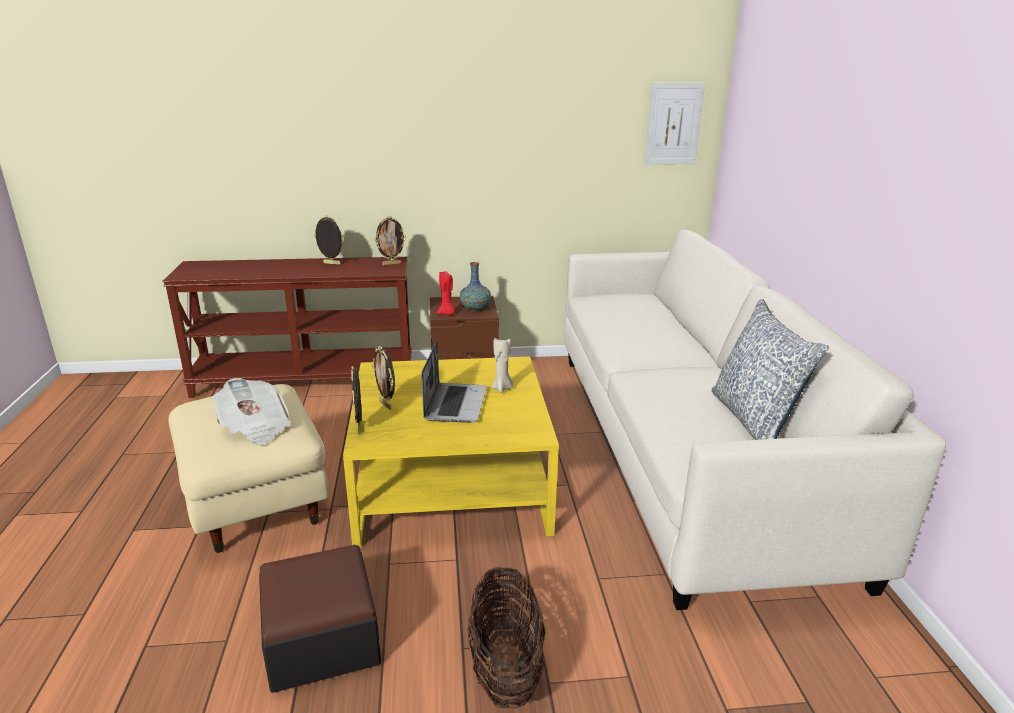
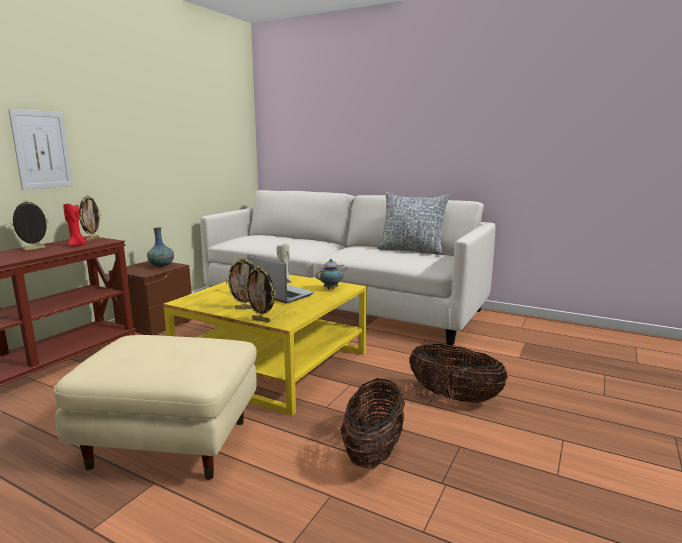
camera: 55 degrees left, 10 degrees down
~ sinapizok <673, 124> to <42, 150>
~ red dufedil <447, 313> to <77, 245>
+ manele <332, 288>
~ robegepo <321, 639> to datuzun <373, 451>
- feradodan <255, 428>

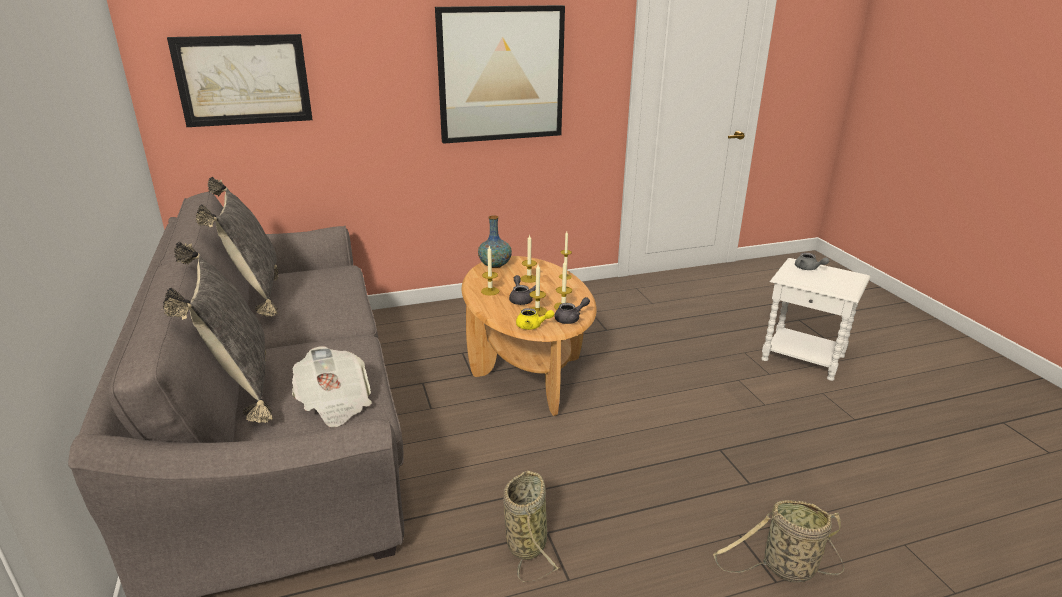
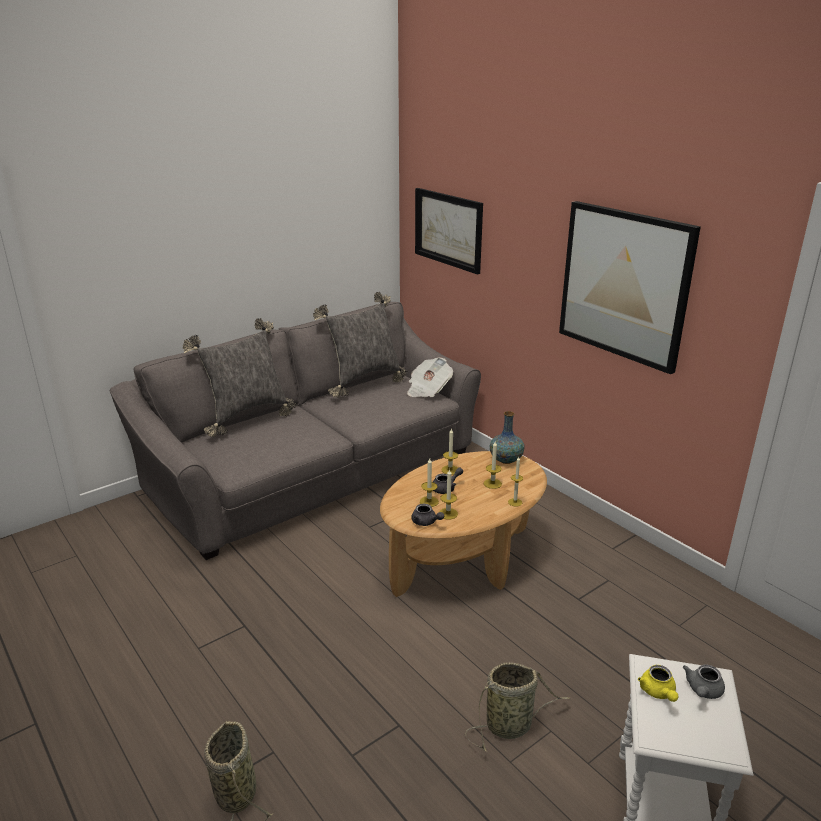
camera: 70 degrees right, 0 degrees up
~ feradodan <334, 403> to <428, 390>
~ datuzun <526, 541> to <511, 725>
~ yellow manele <532, 326> to <658, 692>

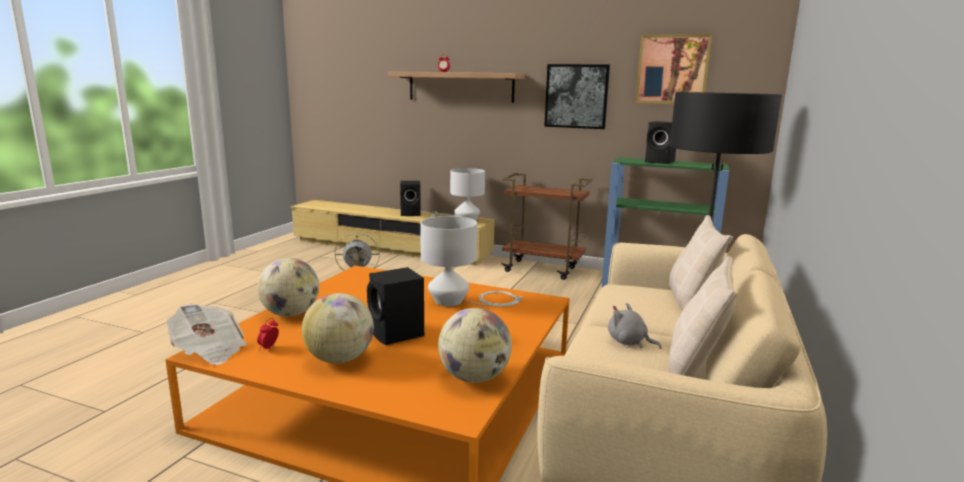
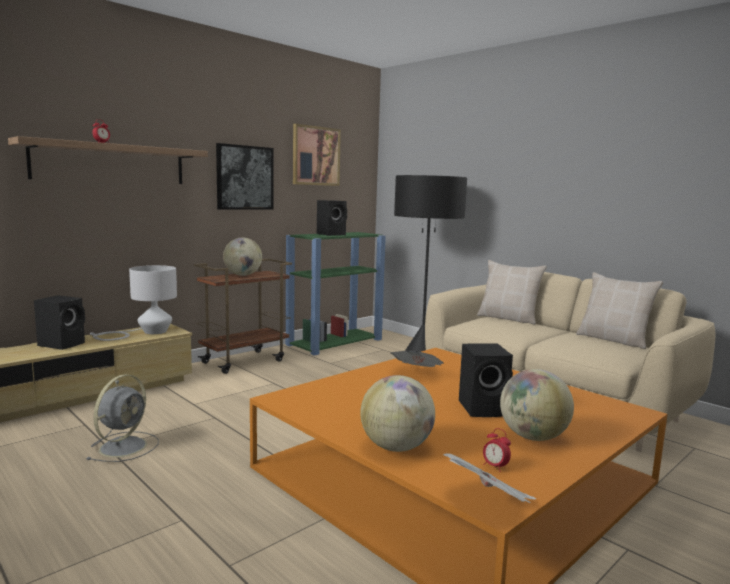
camera: 65 degrees left, 5 degrees down
~ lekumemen <474, 378> to <243, 275>
~ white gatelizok <468, 300> to feradodan <417, 373>
- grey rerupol <629, 342>

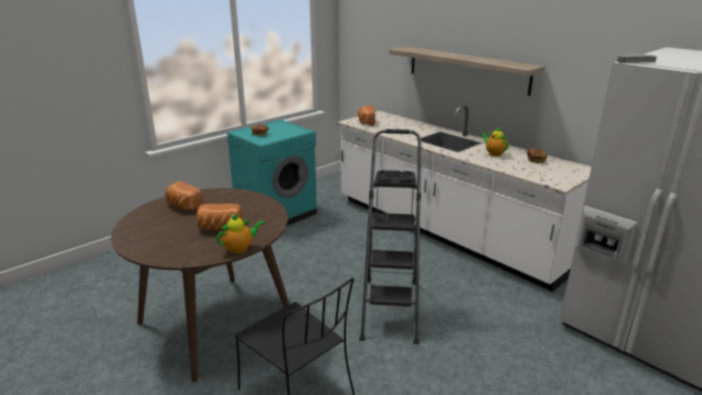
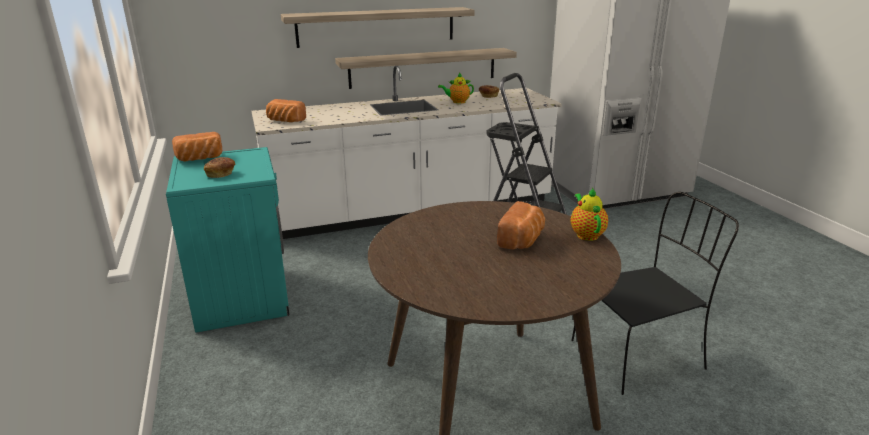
camera: 65 degrees left, 0 degrees up
~ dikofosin <183, 206> to <200, 159>
+ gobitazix <423, 68>

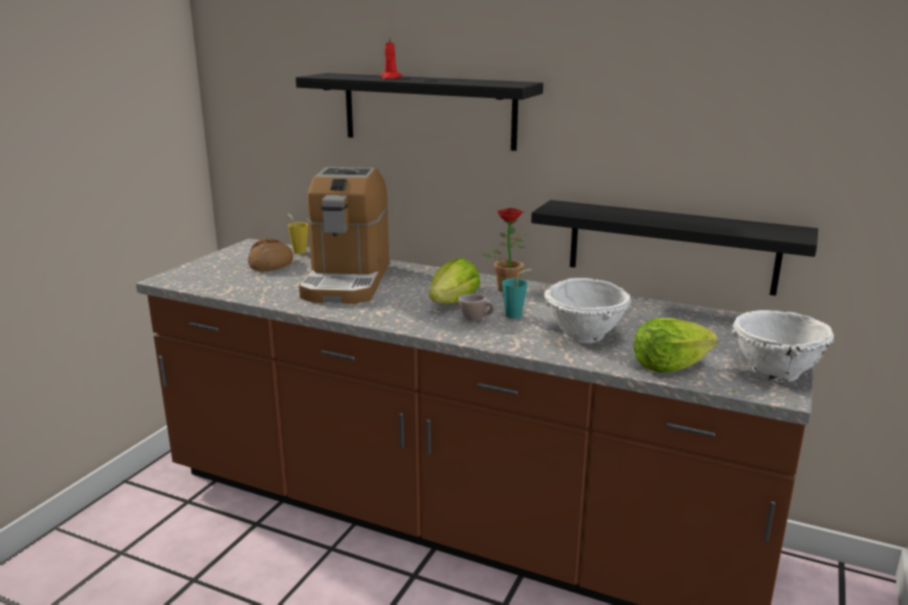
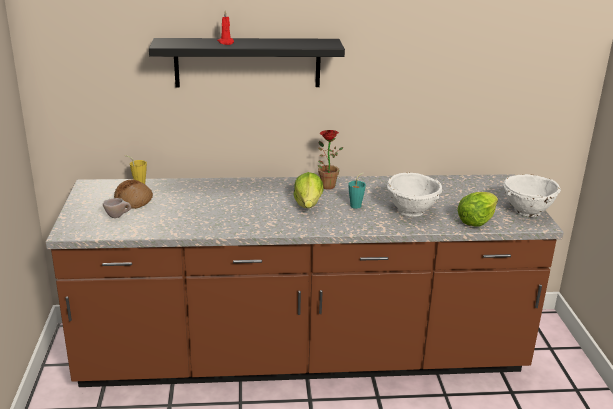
camera: 30 degrees left, 5 degrees up
~ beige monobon <476, 319> to <118, 216>
- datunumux <347, 281>
- black gobitazix <671, 246>

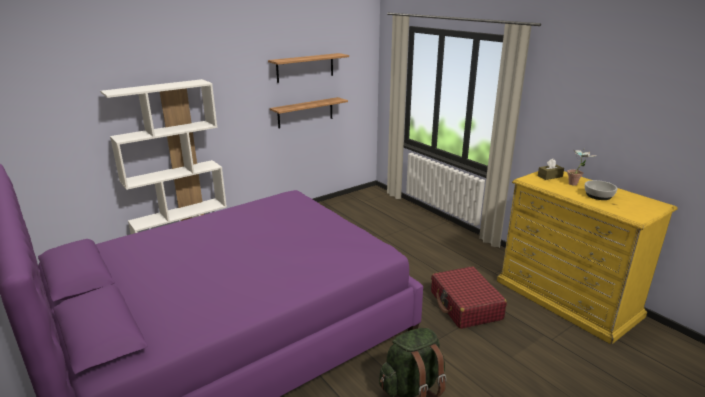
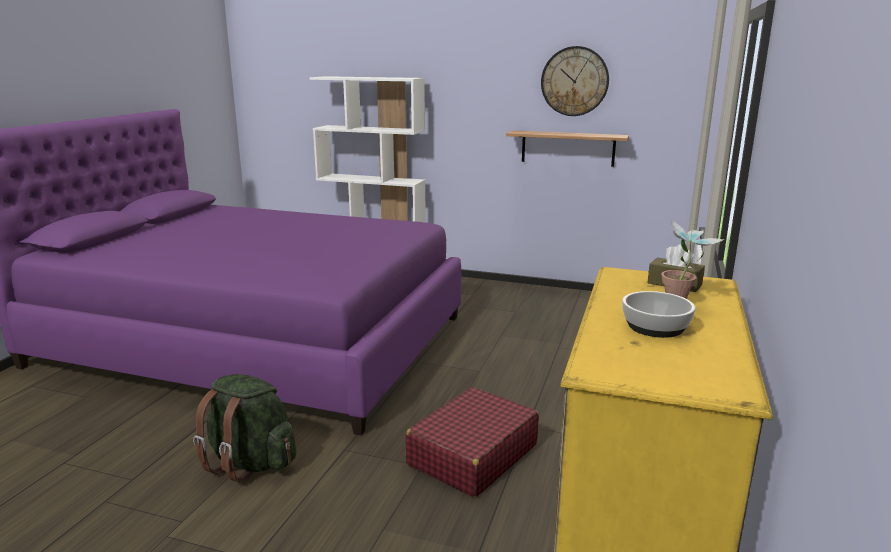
camera: 55 degrees right, 5 degrees down
~ gobitazix <305, 67> to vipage <574, 81>

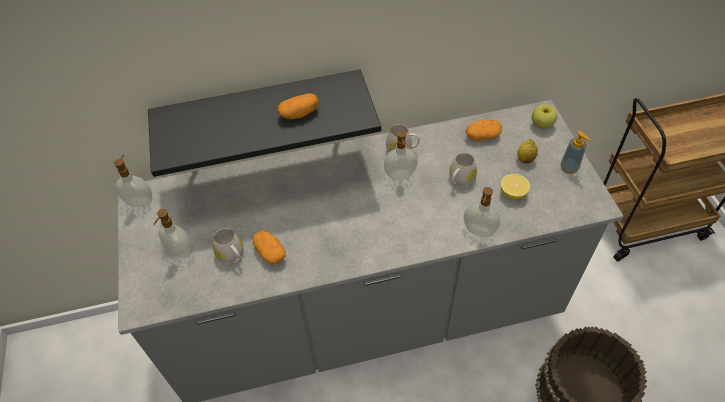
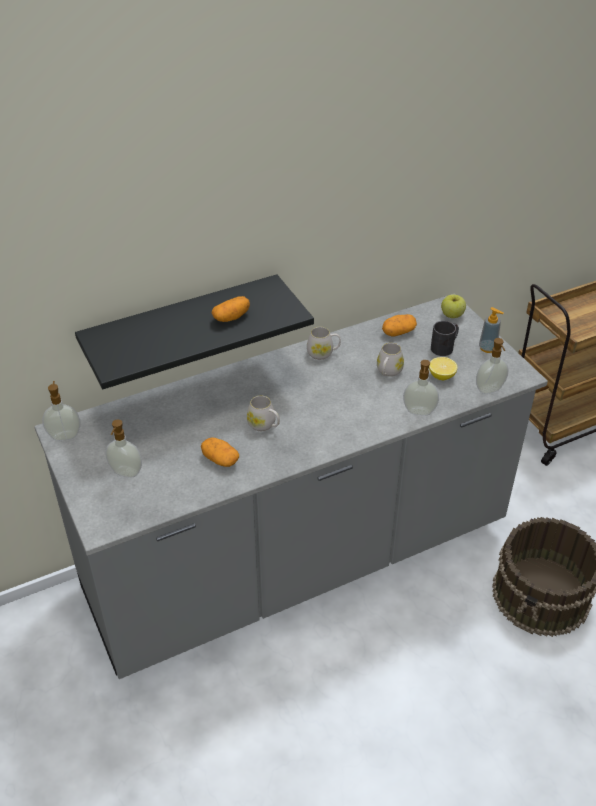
camera: 15 degrees left, 10 degrees down
~ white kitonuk <232, 255> to <264, 425>
~ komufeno <525, 159> to black kitonuk <445, 346>
~ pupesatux <400, 176> to <489, 390>

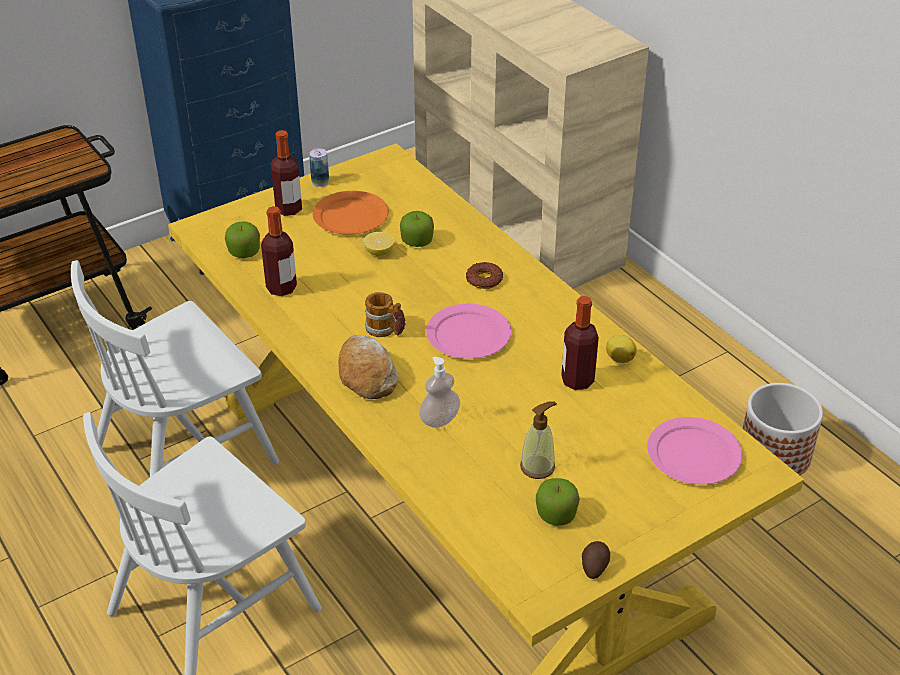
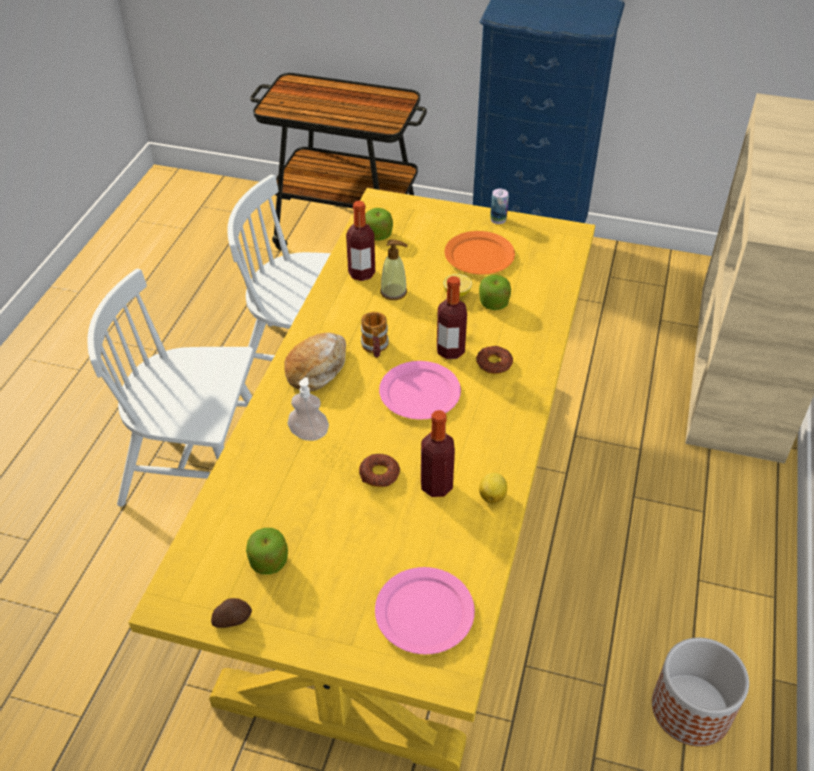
camera: 50 degrees right, 5 degrees up
+ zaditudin <379, 474>
~ pupesatux <537, 467> to <394, 292>
~ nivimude <288, 209> to <450, 351>

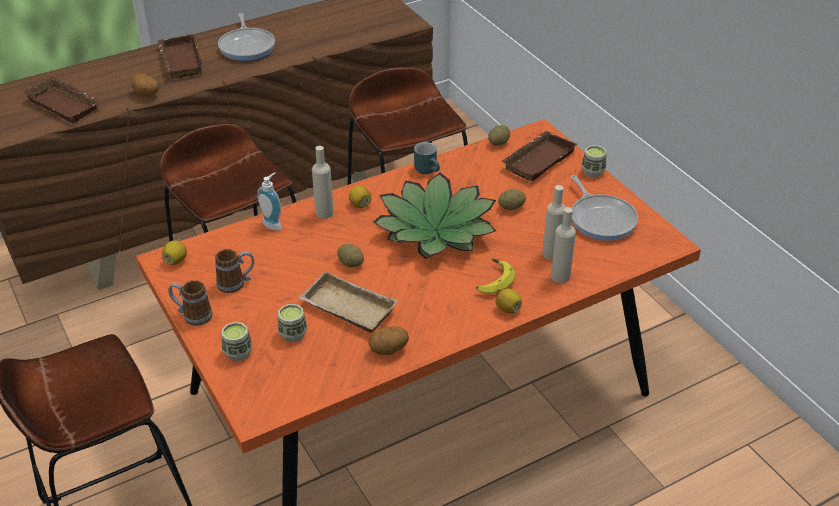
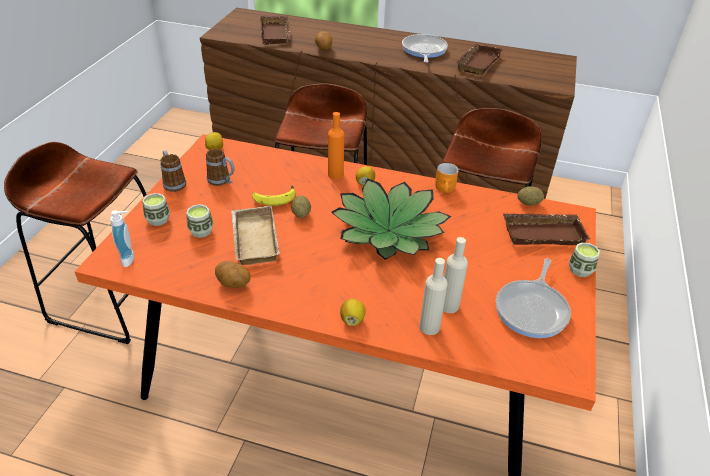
camera: 45 degrees right, 0 degrees up
~ pupesatux <274, 223> to <131, 258>
~ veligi <492, 281> to <274, 198>
~ beige nivimude <324, 213> to orange nivimude <335, 174>
~ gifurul <247, 46> = <423, 51> 150 degrees clockwise
~ turquoise kitonuk <429, 170> to orange kitonuk <446, 190>
~ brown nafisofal <179, 61> to <477, 62>
- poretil <511, 207>

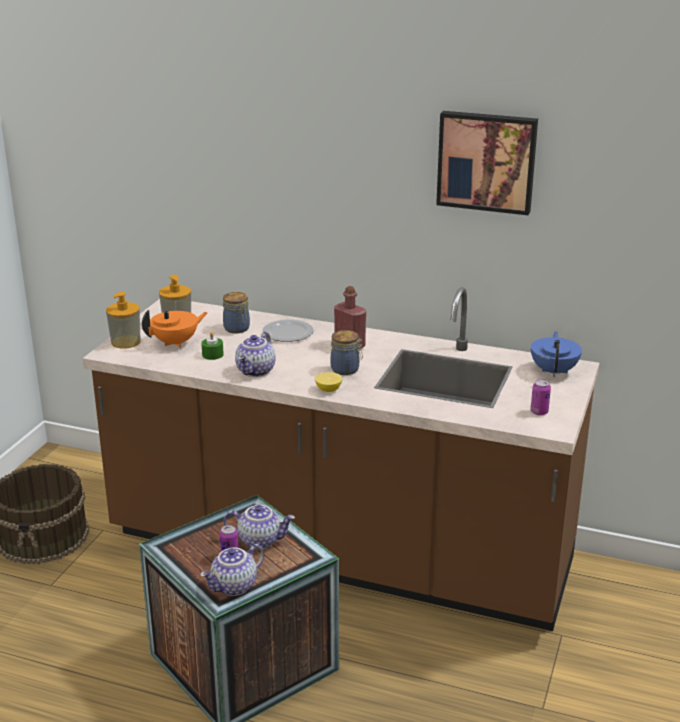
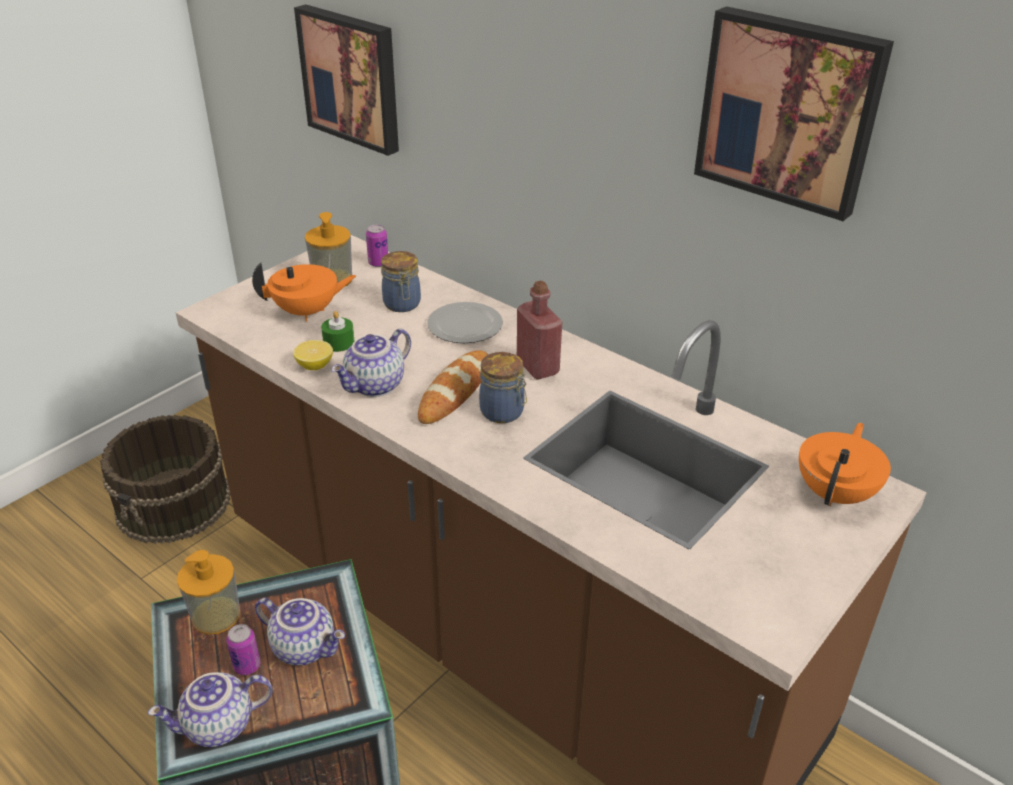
camera: 20 degrees right, 10 degrees up
~ pupesatux <126, 342> to <216, 615>
~ komufeno <328, 389> to <314, 365>
+ sinapizok <352, 78>
~ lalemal <539, 412> to <378, 263>
+ dikofosin <455, 391>
~ blue manele <554, 371> to orange manele <836, 493>

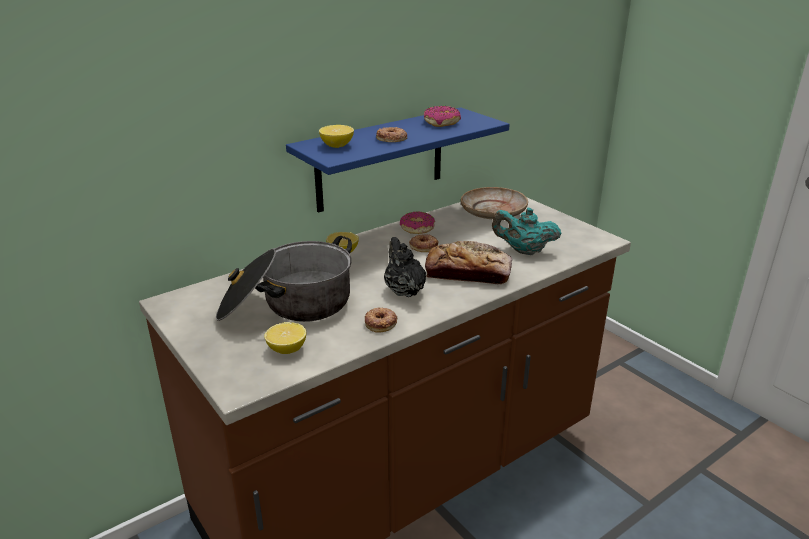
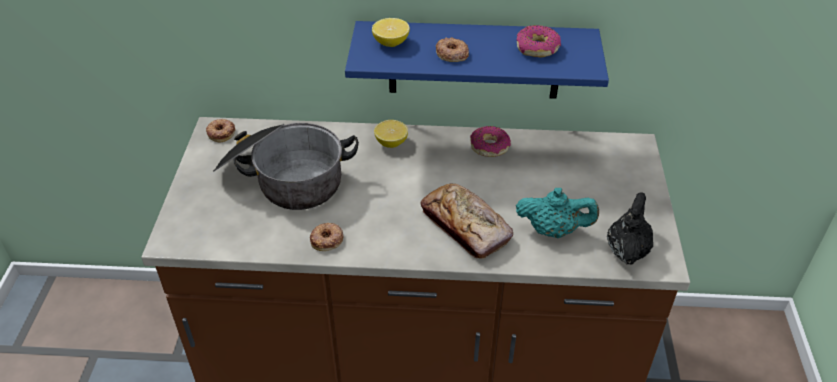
camera: 40 degrees right, 15 degrees up
~ zaditudin <424, 246> to <221, 133>
~ turquoise manele <524, 251> = <553, 230> 135 degrees clockwise
~ black manele <404, 290> to <626, 250>
- komufeno <287, 349>
- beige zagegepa <493, 212>

